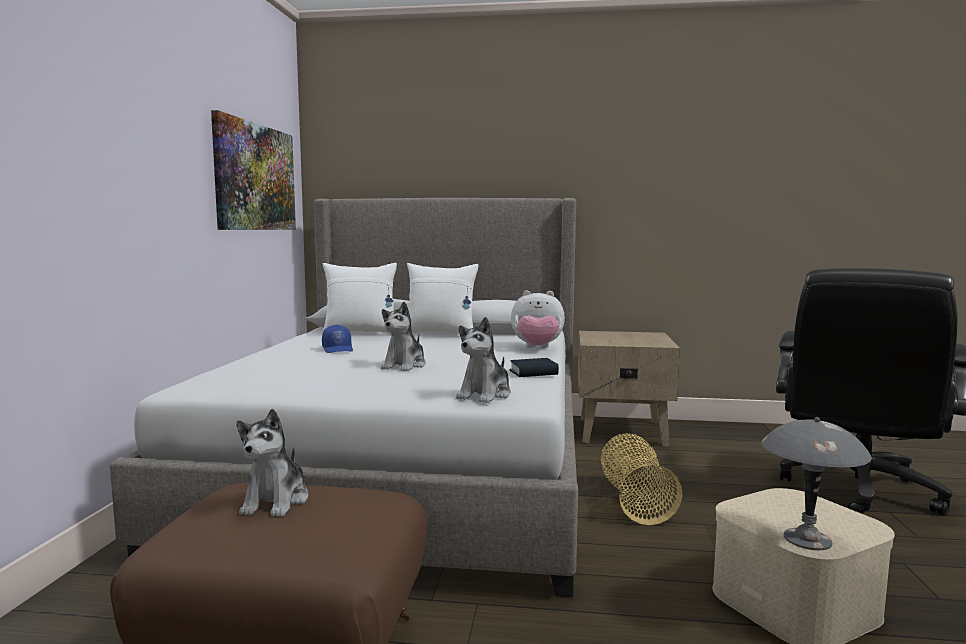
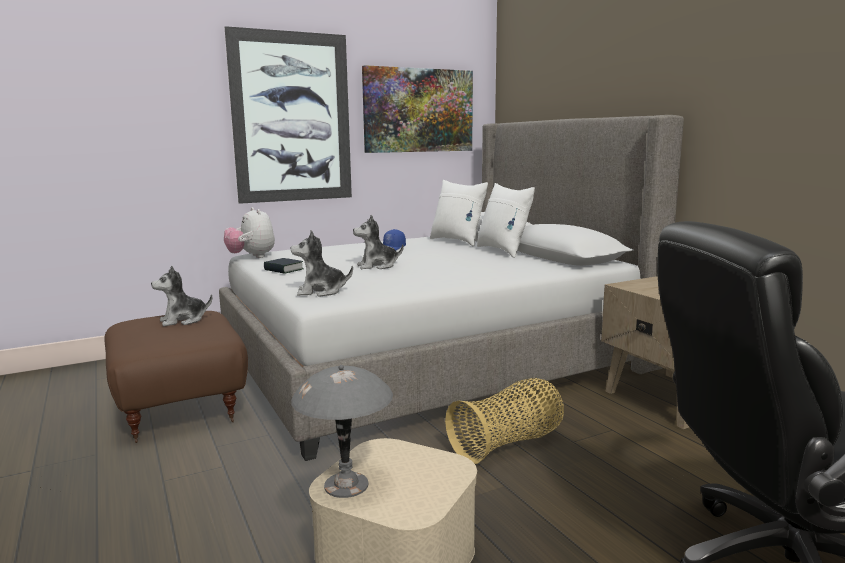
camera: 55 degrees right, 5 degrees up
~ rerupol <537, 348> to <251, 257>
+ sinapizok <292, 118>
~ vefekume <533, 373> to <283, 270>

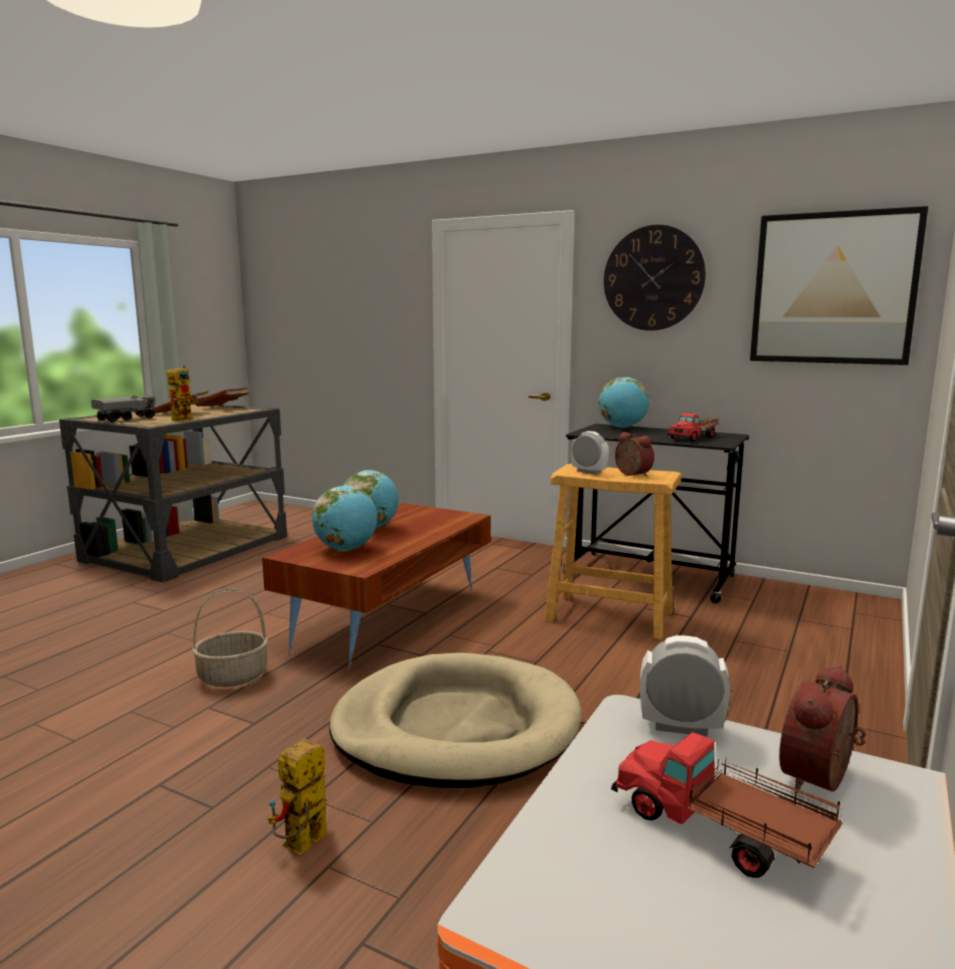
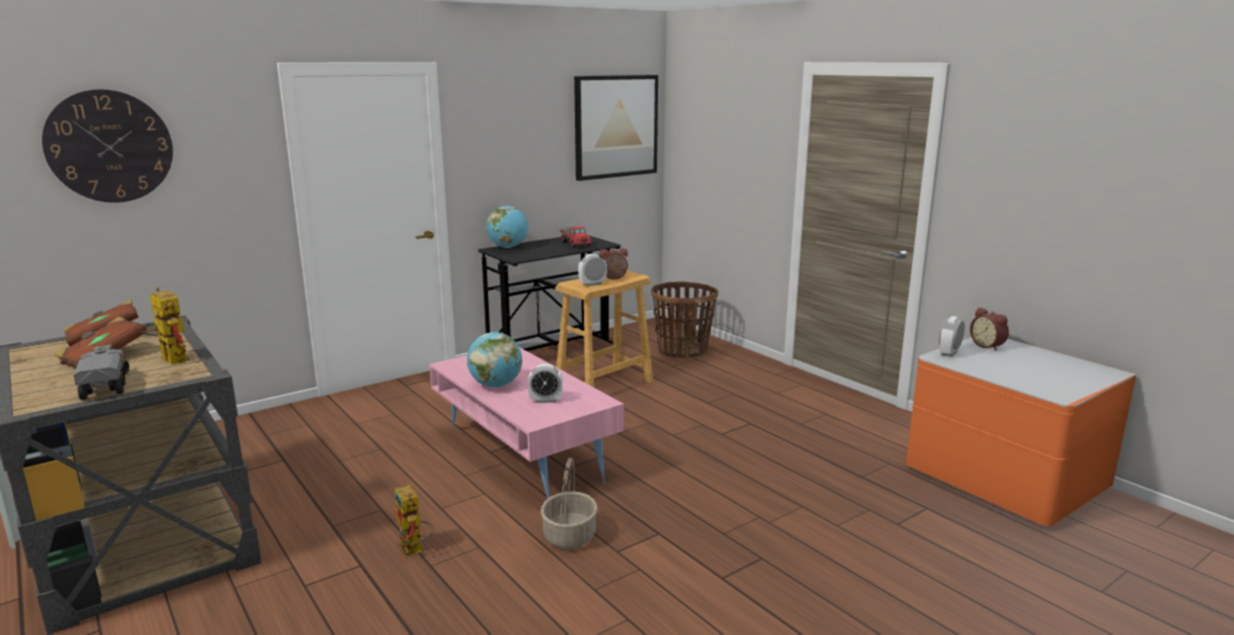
camera: 65 degrees left, 5 degrees up
~ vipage <653, 278> to <109, 146>
~ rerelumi <301, 847> to <415, 550>
~ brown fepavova <390, 619> to pink fepavova <524, 455>
~ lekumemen <346, 549> to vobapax <545, 400>
+ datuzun <682, 351>
- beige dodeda <456, 728>
- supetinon <721, 832>

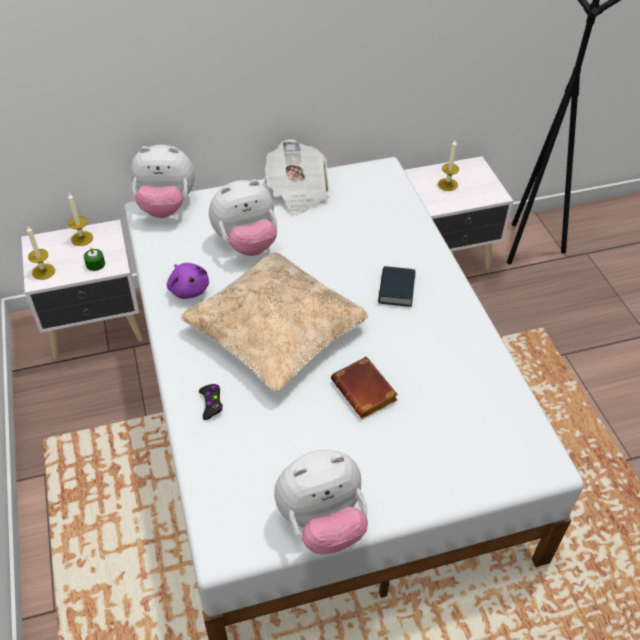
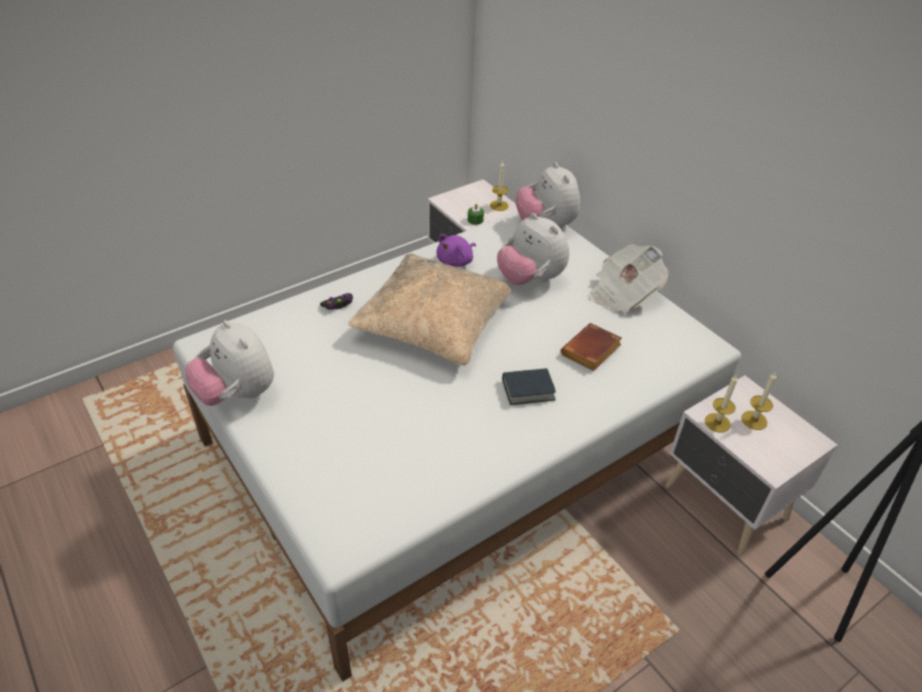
camera: 70 degrees right, 5 degrees down
~ brown vefekume <366, 391> to <591, 352>
~ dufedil <43, 271> to <717, 422>

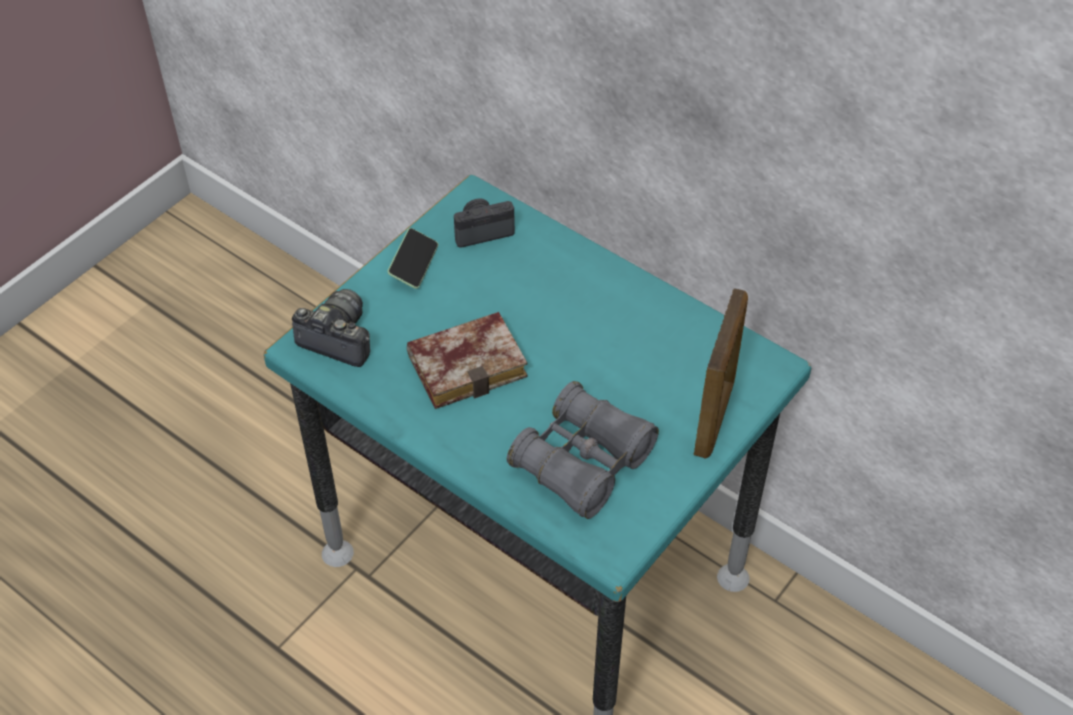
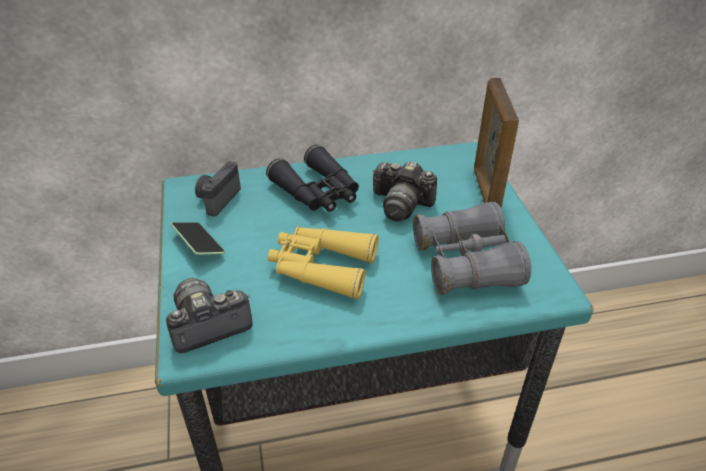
camera: 50 degrees left, 10 degrees down
+ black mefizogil <318, 192>
~ vefekume <470, 363> to yellow mefizogil <321, 267>
+ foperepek <401, 204>
~ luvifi <714, 417> = <485, 191> 150 degrees counterclockwise

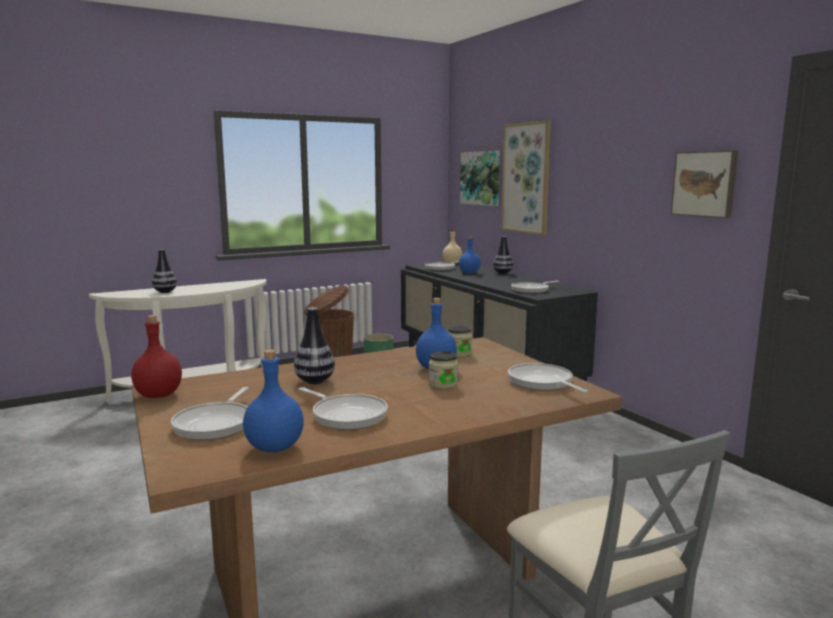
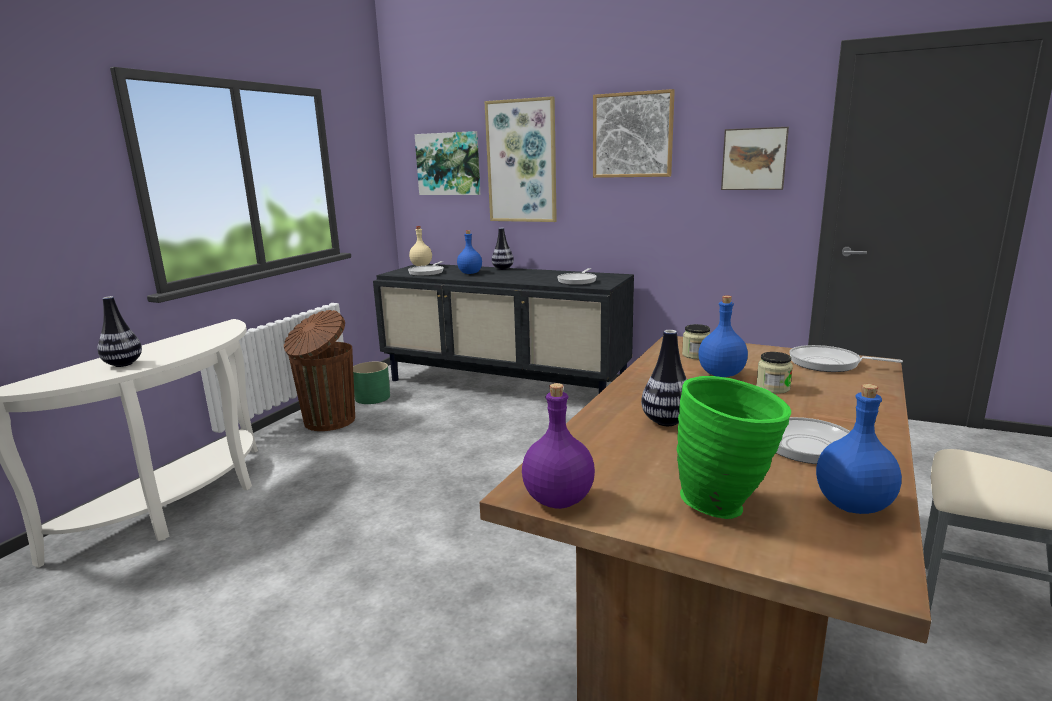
camera: 35 degrees left, 5 degrees up
~ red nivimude <159, 394> to purple nivimude <558, 499>
+ sinapizok <632, 135>
~ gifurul <216, 424> to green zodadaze <727, 506>

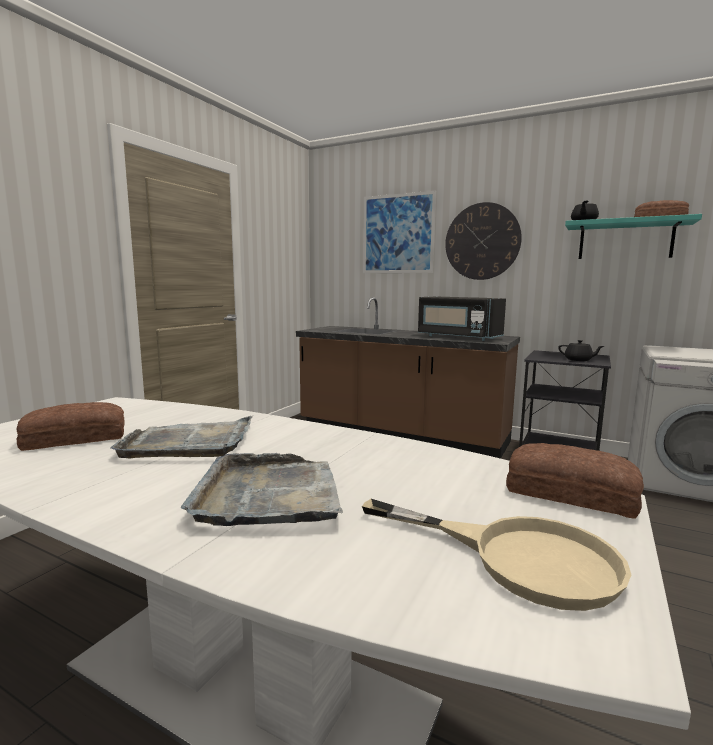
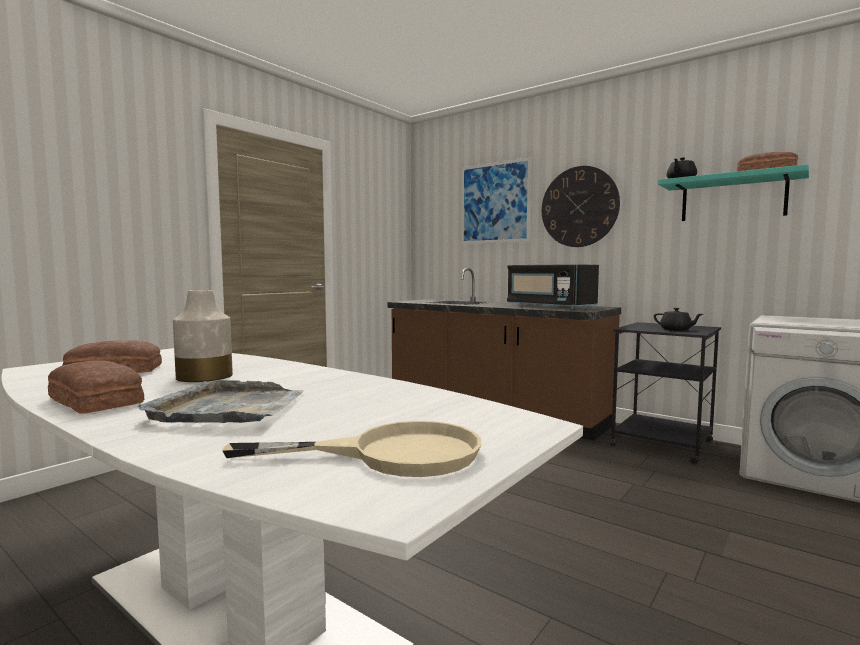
camera: 10 degrees right, 5 degrees down
~ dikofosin <569, 492> to <97, 400>
~ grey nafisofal <190, 442> to beige zodadaze <204, 376>
~ beige gifurul <517, 556> = <391, 454> 45 degrees counterclockwise

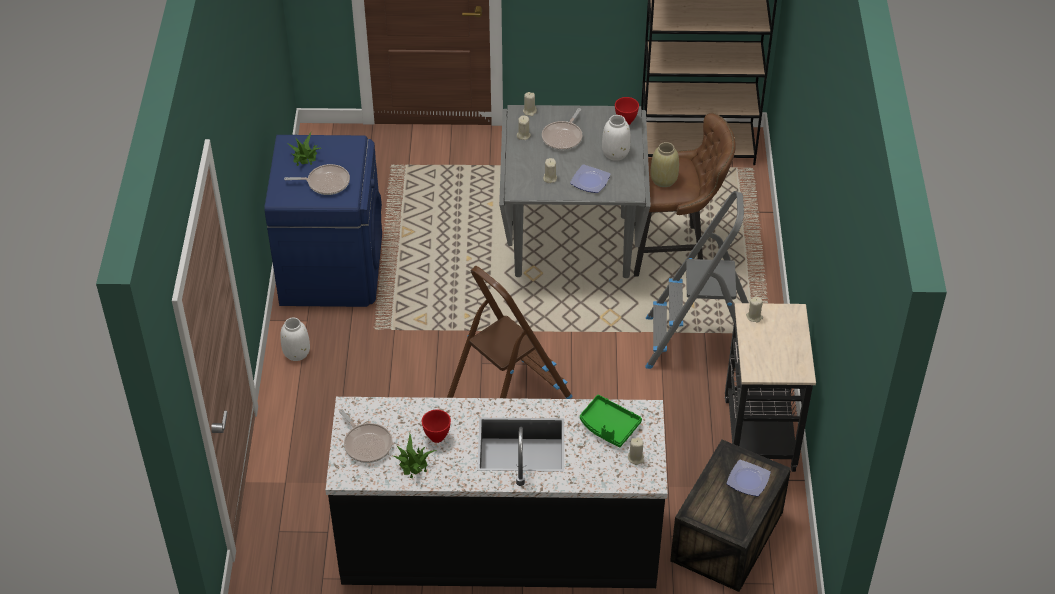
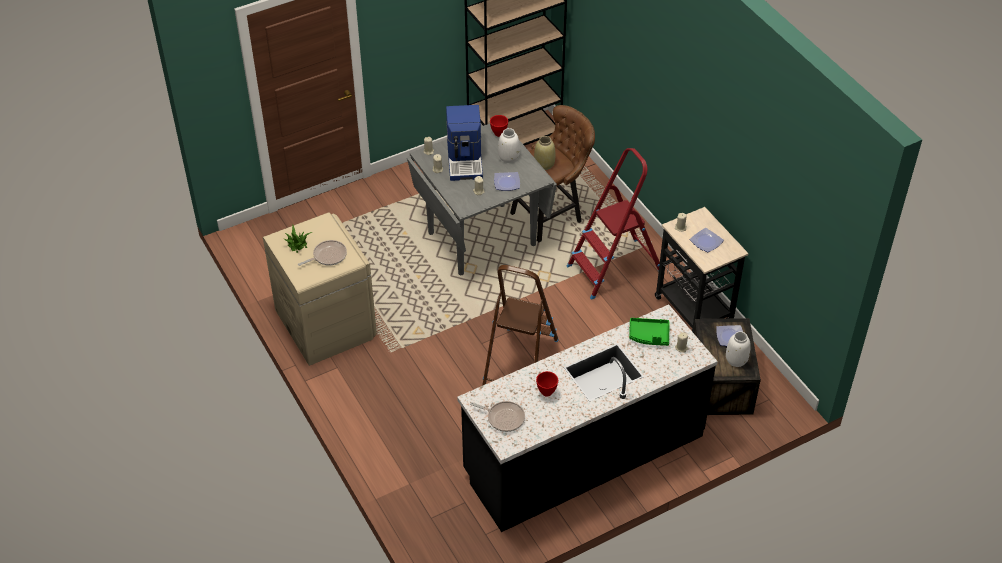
camera: 30 degrees left, 0 degrees up
~ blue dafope <333, 267> to beige dafope <326, 322>
~ gifurul <563, 137> to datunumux <465, 160>
~ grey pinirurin <700, 344> to red pinirurin <613, 269>
+ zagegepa <707, 242>
~ white zodadaze <296, 352> to <736, 360>
- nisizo <413, 464>

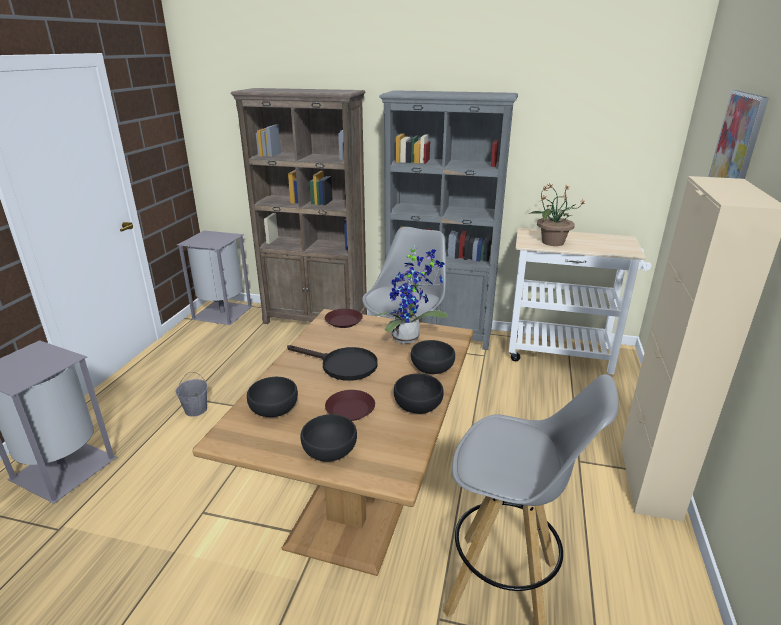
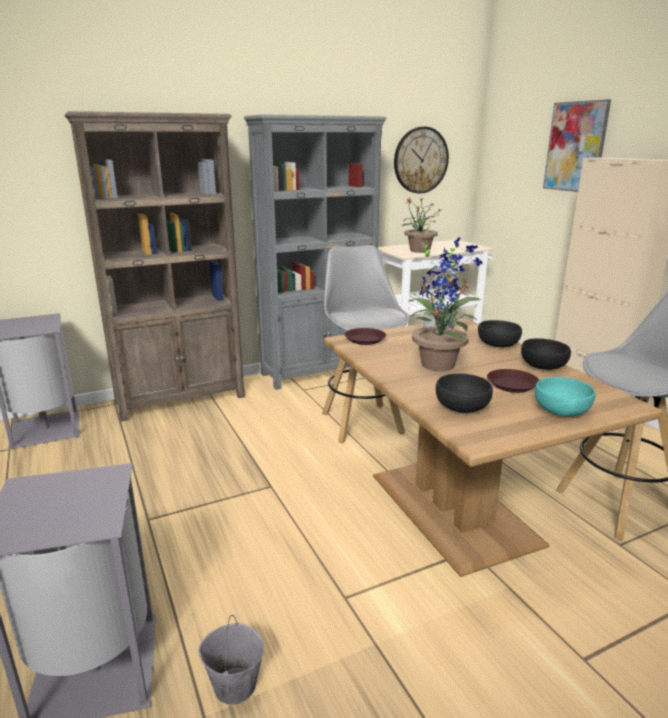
camera: 40 degrees left, 5 degrees down
~ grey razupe <195, 410> to <234, 686>
+ vipage <420, 160>
~ black gifurul <342, 365> to nisizo <438, 364>
~ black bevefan <330, 451> to turquoise bevefan <562, 410>

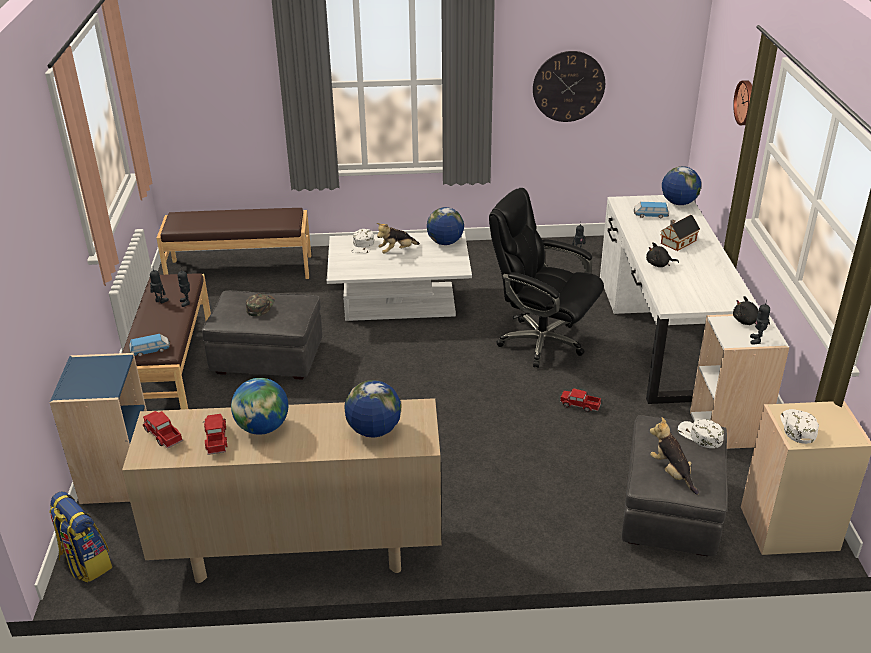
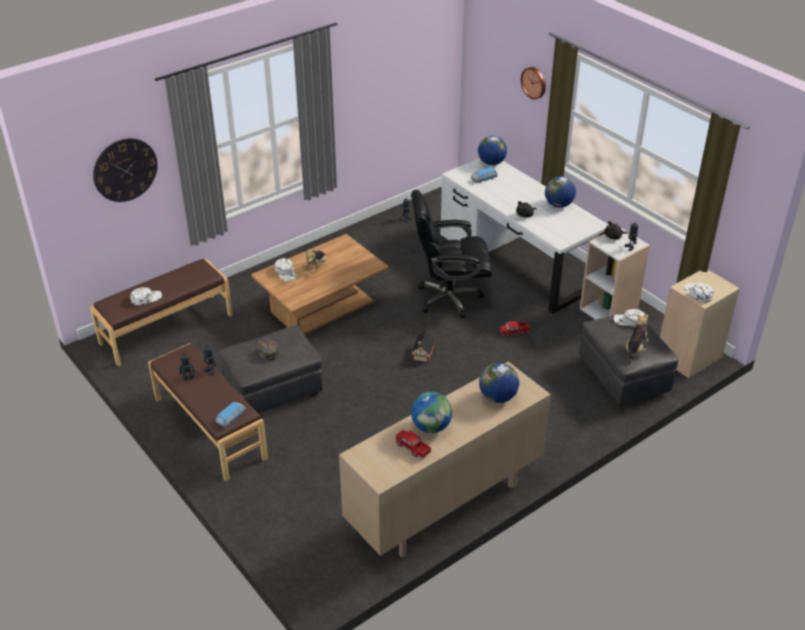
camera: 35 degrees left, 5 degrees up
~ vipage <568, 86> to <125, 170>
+ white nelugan <146, 298>
~ white fepavova <400, 302> to brown fepavova <322, 307>
~ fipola <677, 242> to <422, 354>
~ lekumemen <445, 242> to <558, 205>
~ rerupol <672, 472> = <635, 350> 90 degrees clockwise
- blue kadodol <118, 476>
- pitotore <85, 562>
- supetinon <163, 435>

